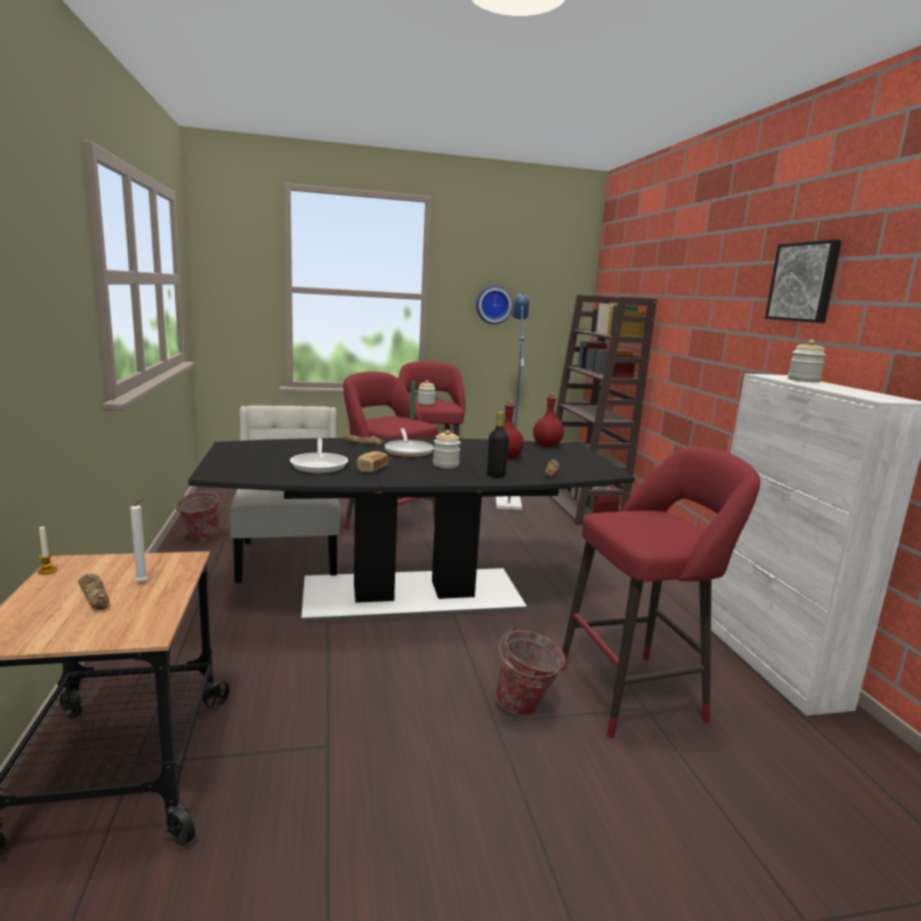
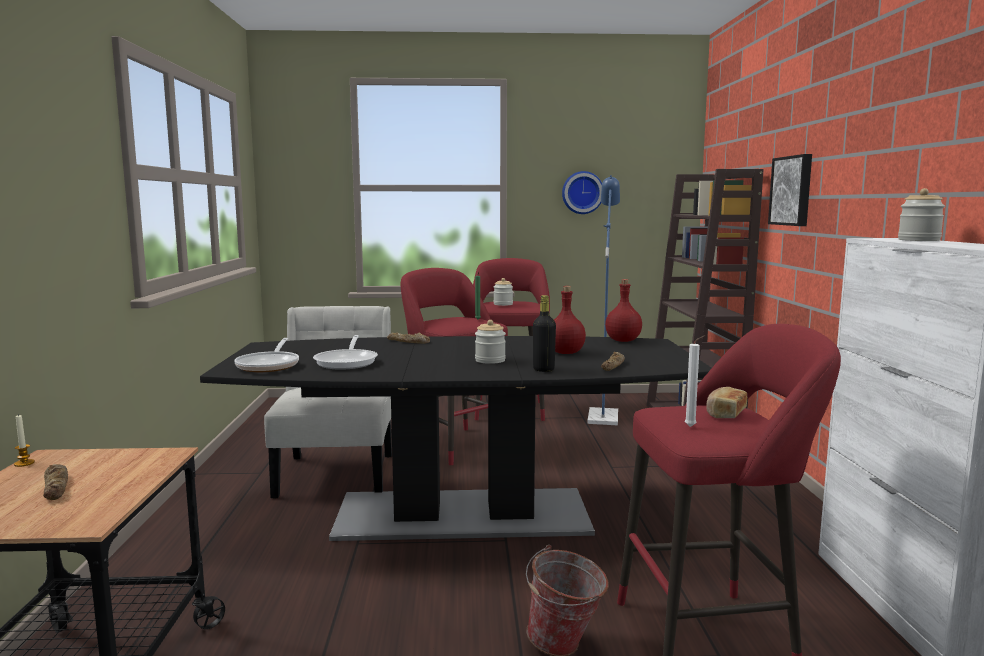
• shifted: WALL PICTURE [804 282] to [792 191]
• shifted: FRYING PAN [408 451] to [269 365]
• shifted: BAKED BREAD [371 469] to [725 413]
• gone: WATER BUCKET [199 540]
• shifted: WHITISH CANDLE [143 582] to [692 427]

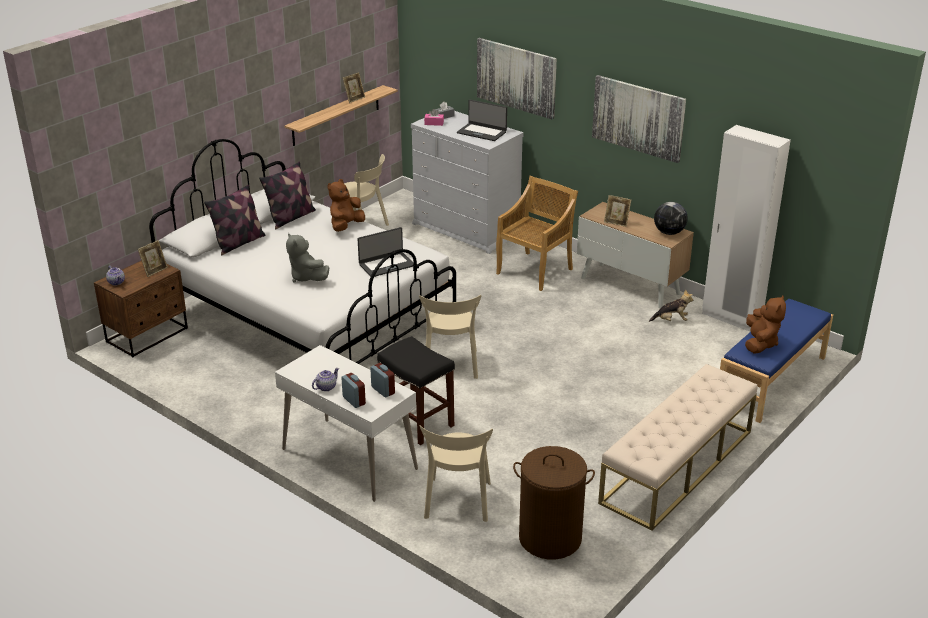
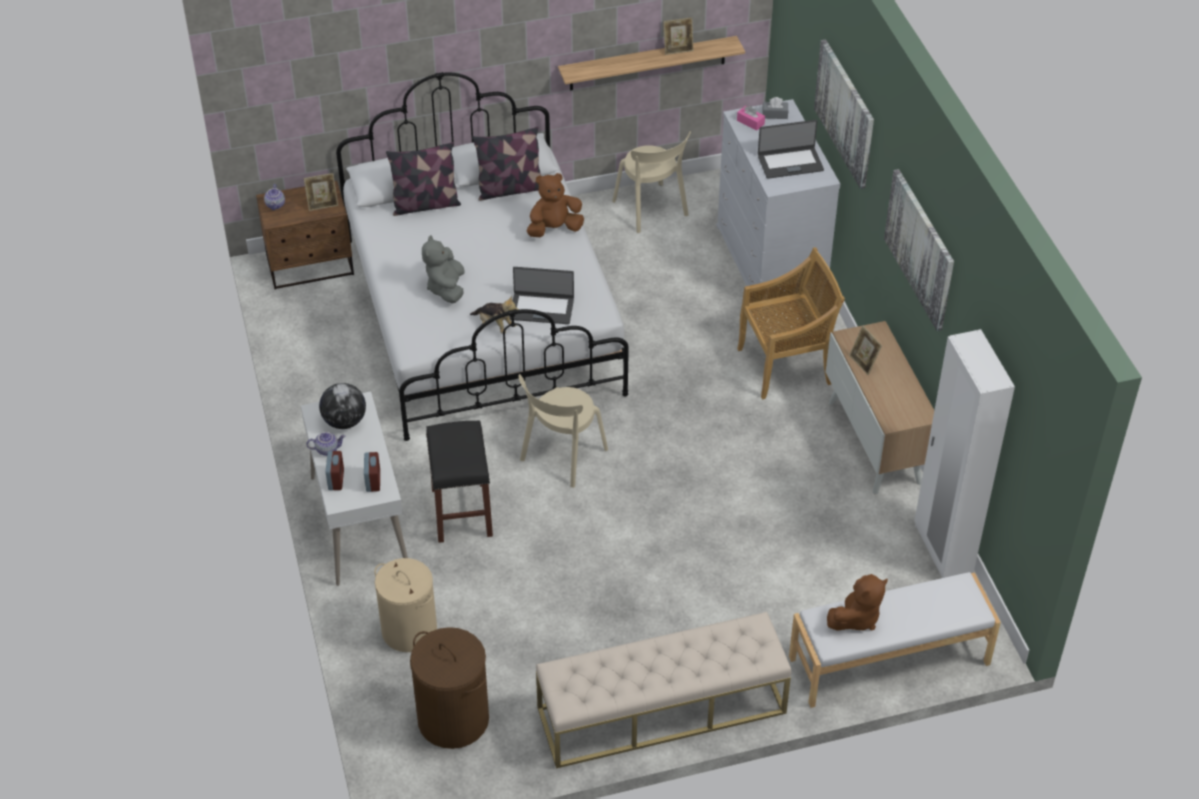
• rotated: PORTABLE COMPUTER [482 132] = [790 163] 75 degrees counterclockwise
• shifted: WORLD GLOBE [669 233] to [344 421]
• shifted: CUDDLY TOY [671 320] to [495 325]
• repainted: BLUISH INDOOR BENCH [772 381] to WHITISH INDOOR BENCH [889 661]
• swapped: SAND-COLOURED UPRIGHT CHAIR [457 503] to SAND-COLOURED HAMPER [409 630]

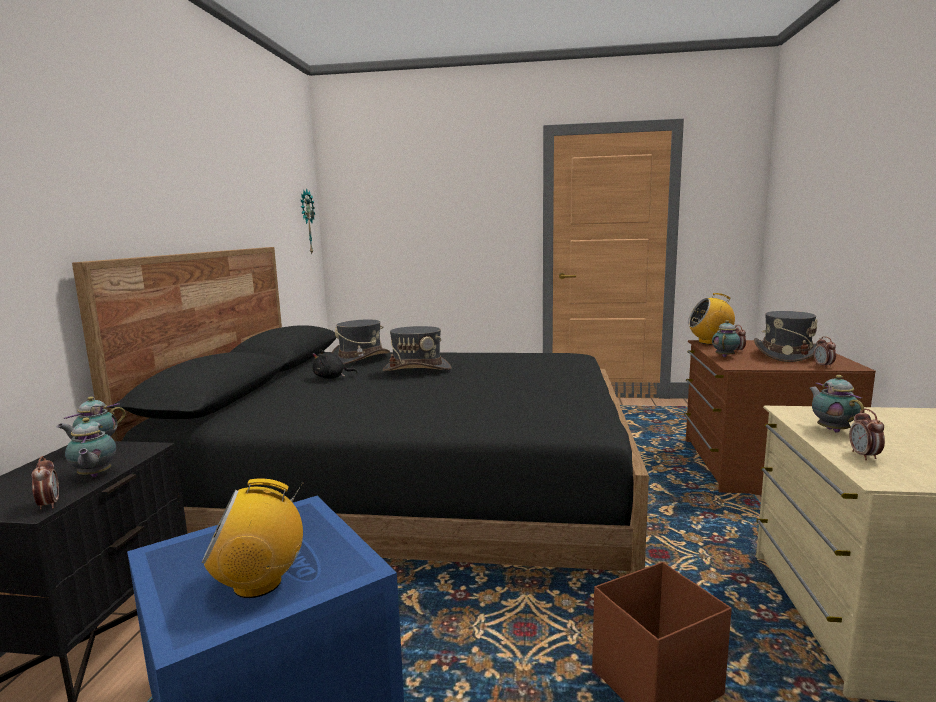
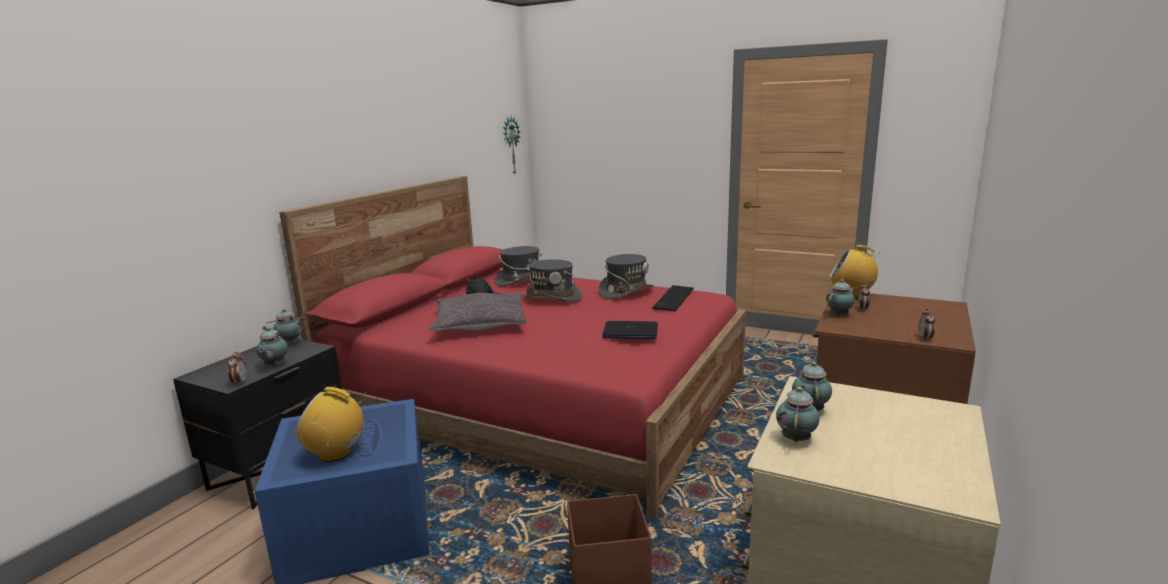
• repainted: BLACK BED [410 490] to RED-COLOURED BED [539 400]
• shifted: GREYISH HAT [786 354] to [626 292]
• swapped: TABLE CLOCK [864 456] to TEAPOT [796 438]
• new: COMPUTER KEYBOARD [672 298]
• new: GREYISH PILLOW [480 324]
• new: PORTABLE COMPUTER [630 332]

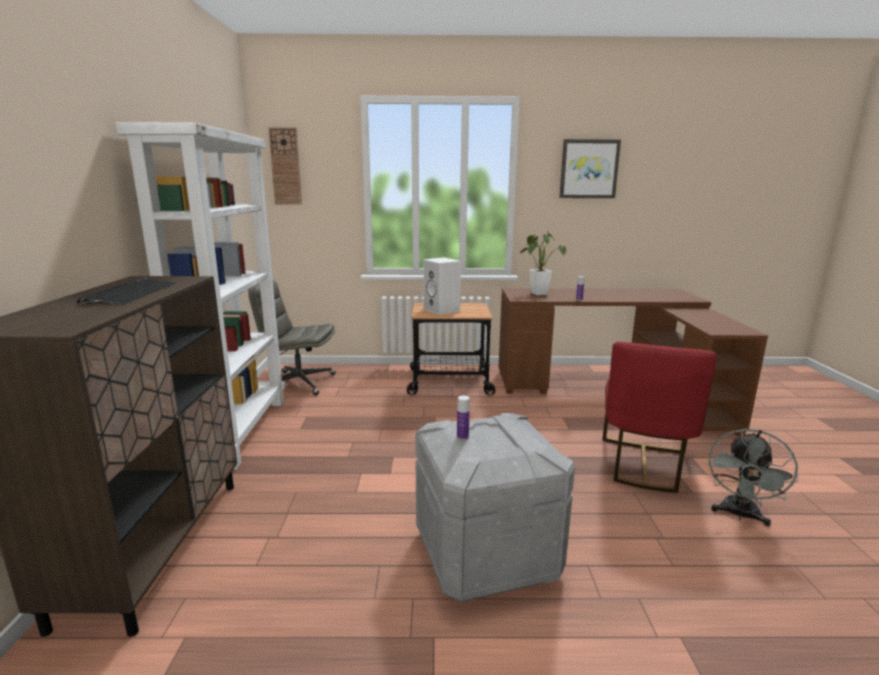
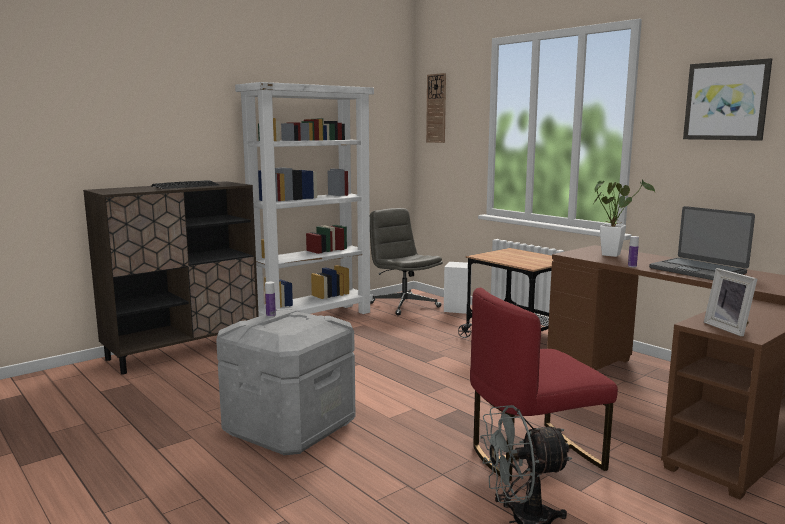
• shifted: WHITISH LOUDSPEAKER [442 310] to [457 309]
• new: PORTABLE COMPUTER [698 270]
• new: PICTURE FRAME [729 328]

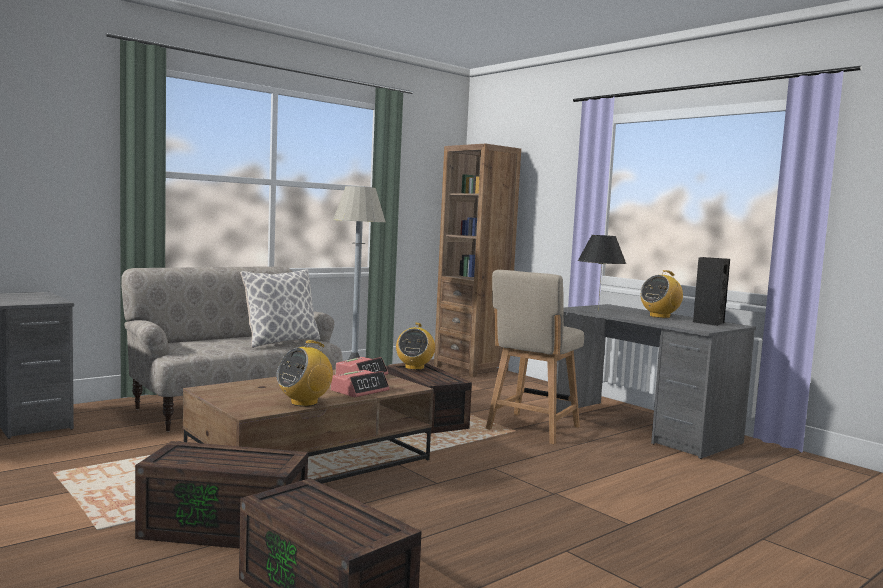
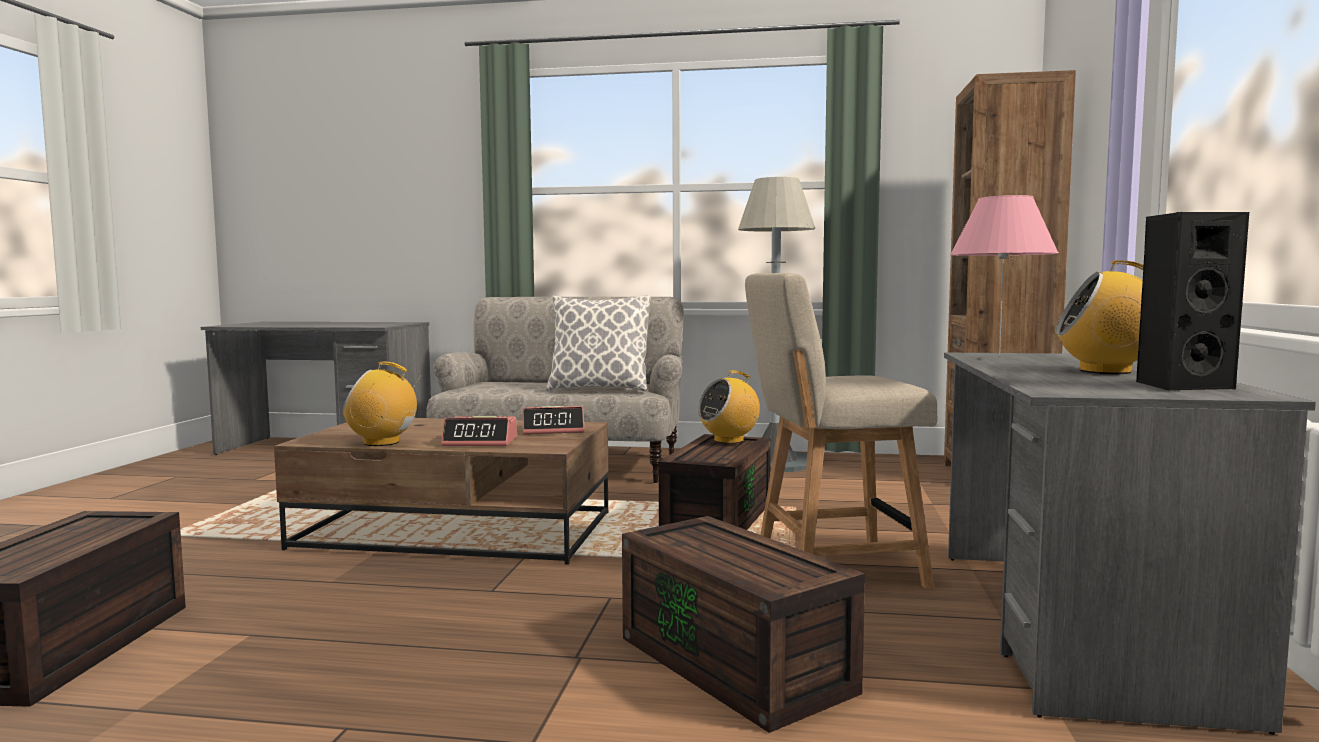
• repainted: BLACK TABLETOP LAMP [598 311] to PINK TABLETOP LAMP [999 359]
• shifted: BROWN STORAGE BIN [227 528] to [739 664]

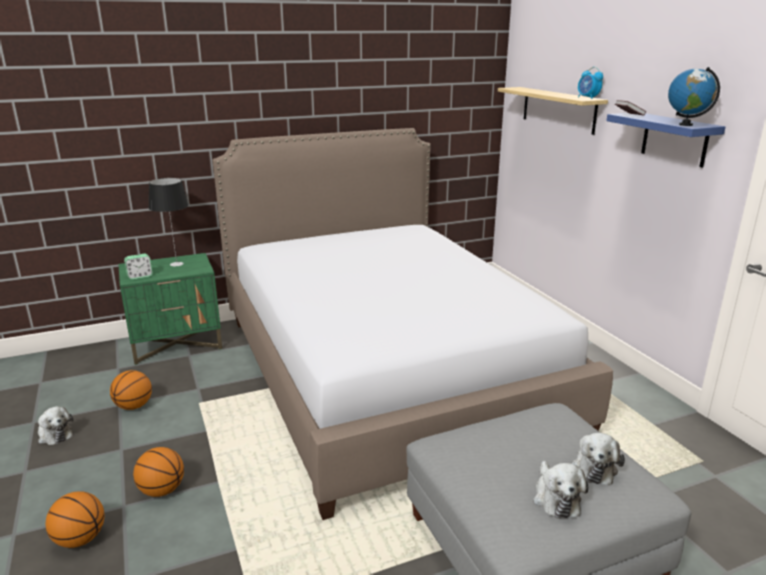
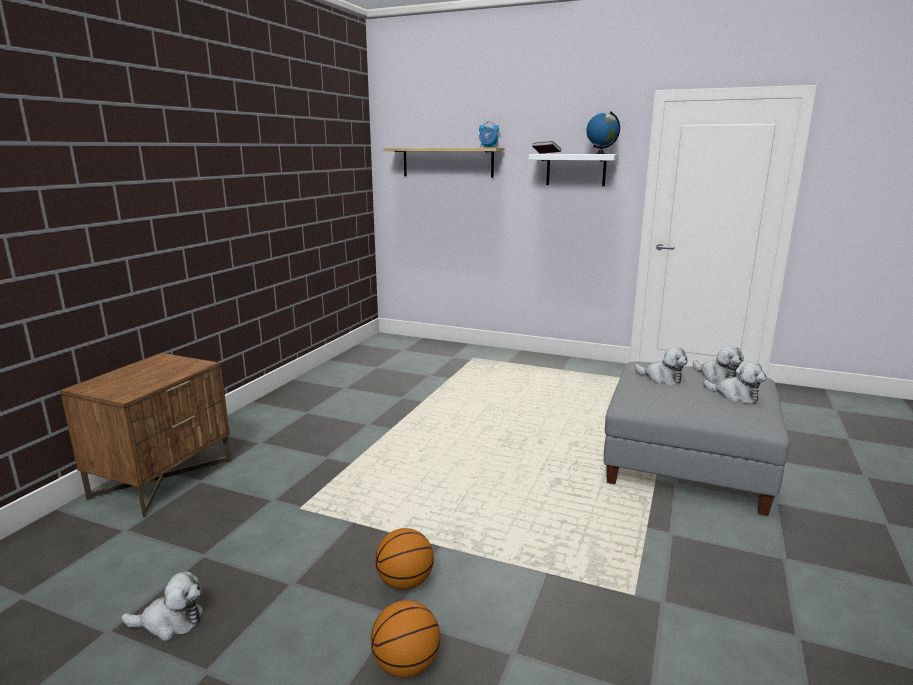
• repainted: BLUISH BRACKET SHELF [674 139] to WHITISH BRACKET SHELF [576 169]
• gone: BED [386 372]
• gone: TABLETOP LAMP [176 264]
• repainted: GREEN-COLOURED BEDSIDE TABLE [177 344] to BROWN BEDSIDE TABLE [163 479]
• gone: TABLE CLOCK [140 276]
• gone: BASKETBALL [133 406]
• new: CUDDLY TOY [662 378]

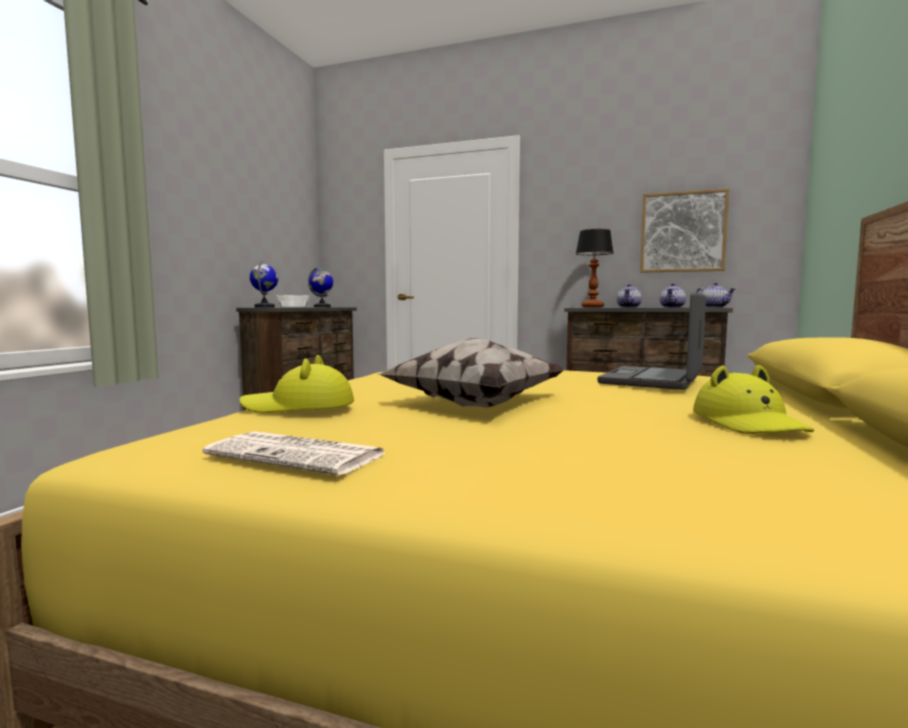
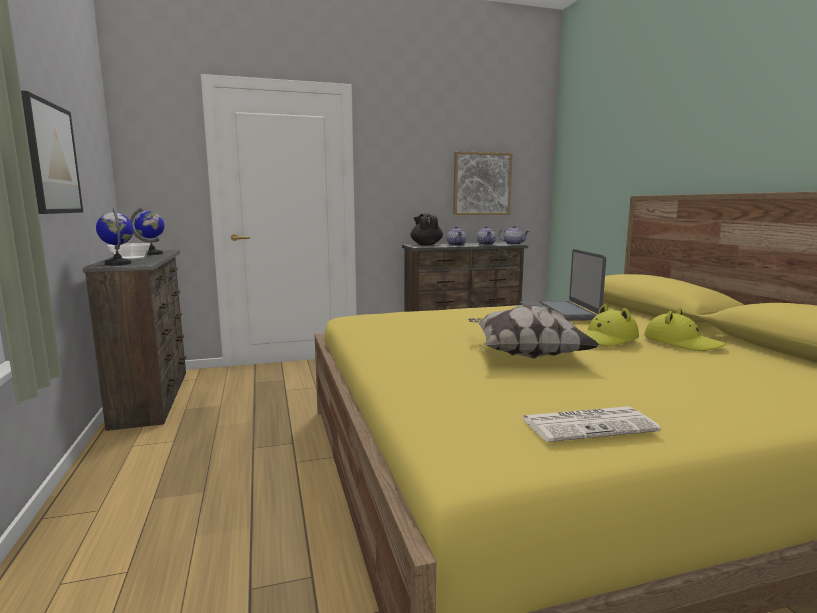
• swapped: TABLETOP LAMP [593 307] to BLACK TEAPOT [426 245]
• shifted: YELLOW HAT [298 407] to [606 339]
• new: WALL PICTURE [52 158]

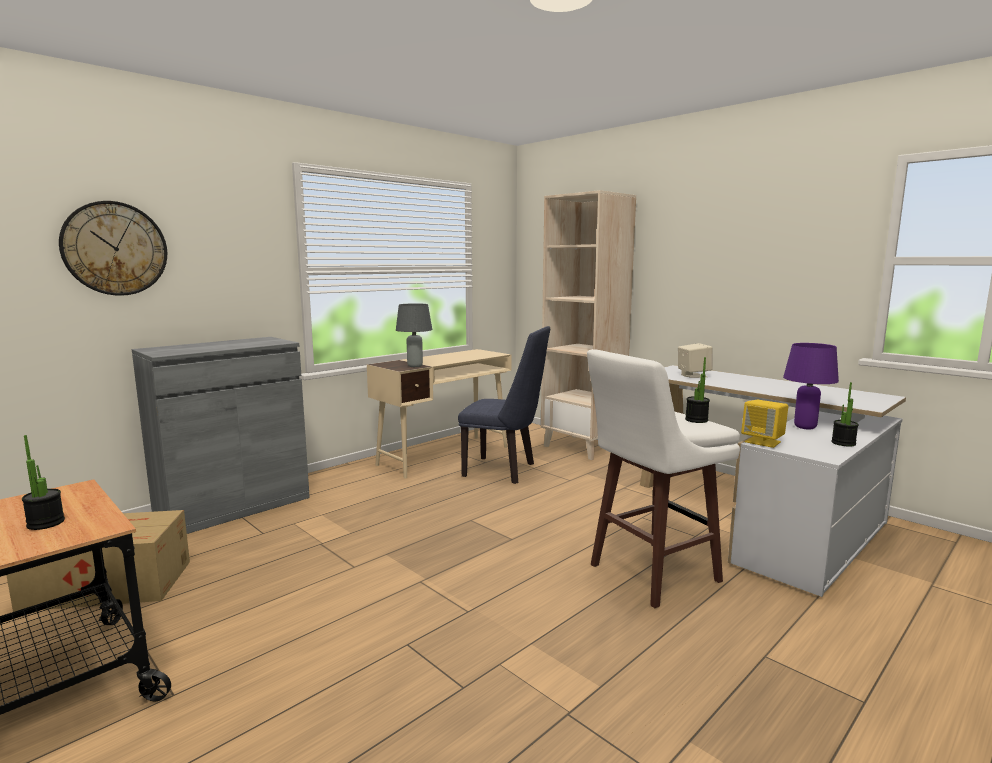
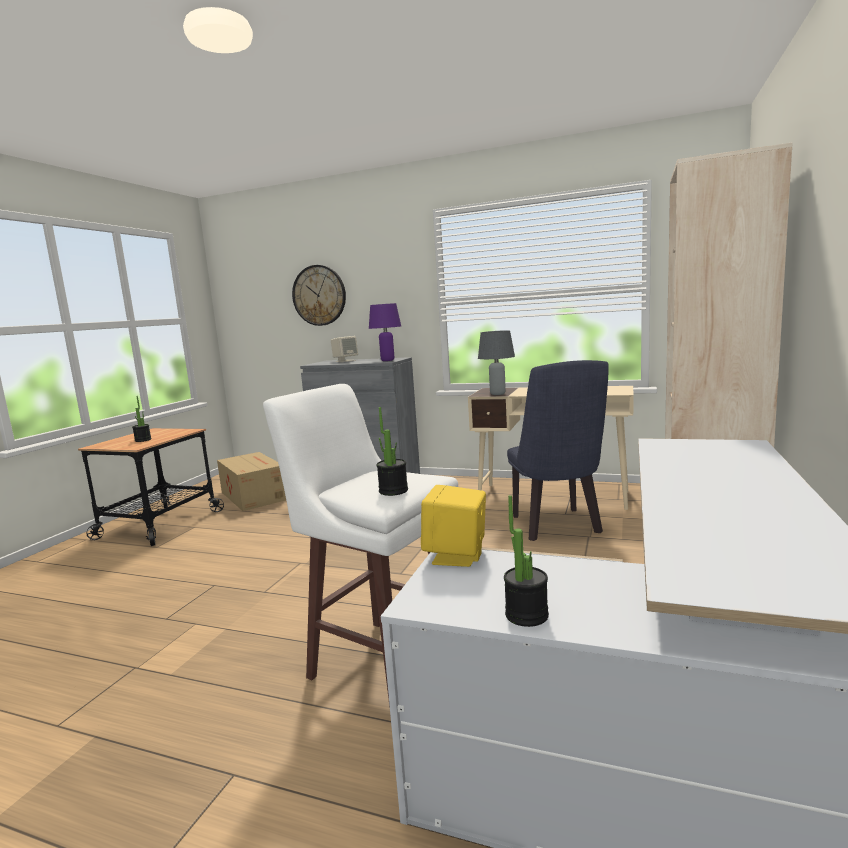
• shifted: SAND-COLOURED LOUDSPEAKER [693 375] to [345 361]
• shifted: PURPLE TABLETOP LAMP [805 427] to [388 360]

